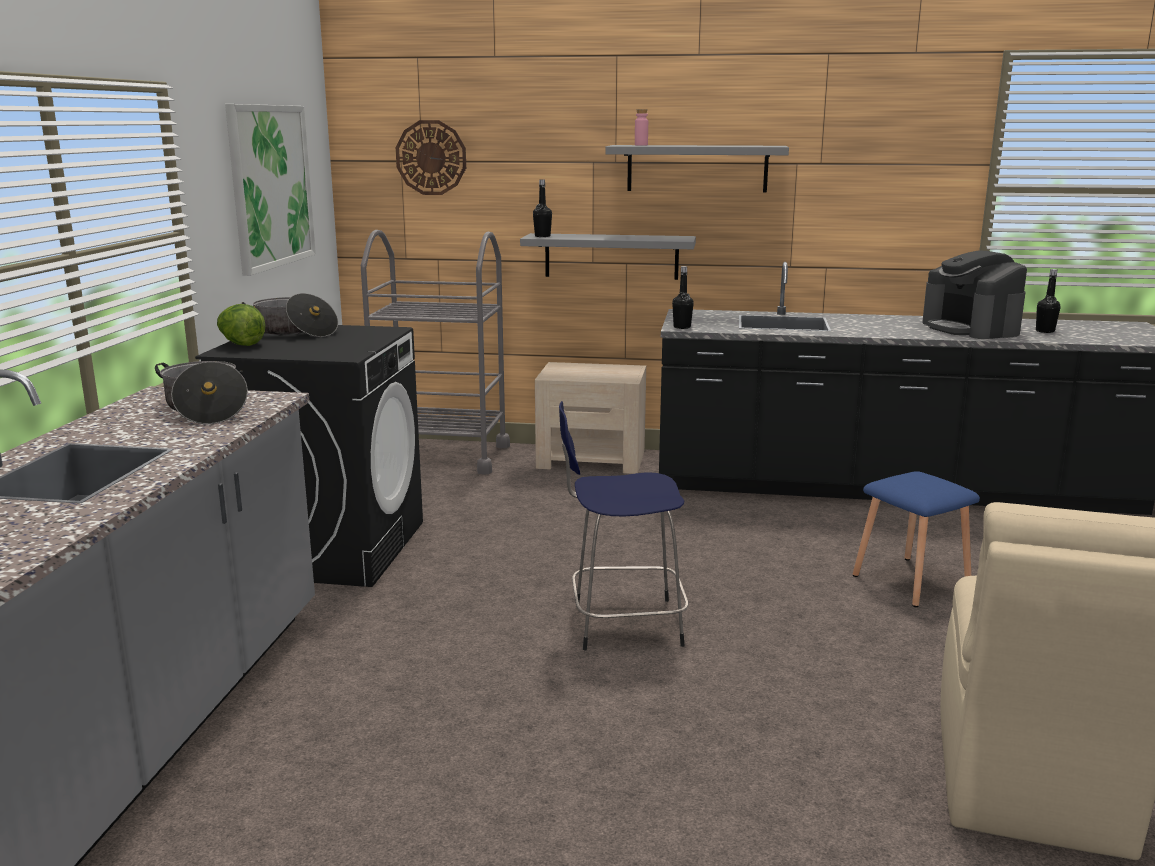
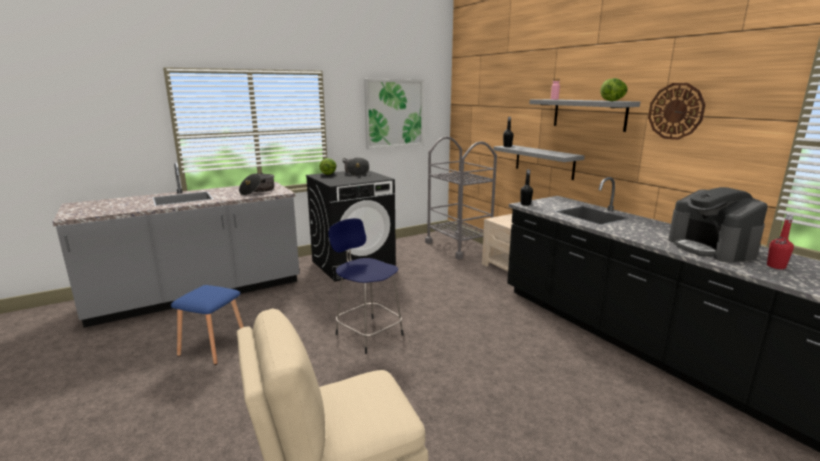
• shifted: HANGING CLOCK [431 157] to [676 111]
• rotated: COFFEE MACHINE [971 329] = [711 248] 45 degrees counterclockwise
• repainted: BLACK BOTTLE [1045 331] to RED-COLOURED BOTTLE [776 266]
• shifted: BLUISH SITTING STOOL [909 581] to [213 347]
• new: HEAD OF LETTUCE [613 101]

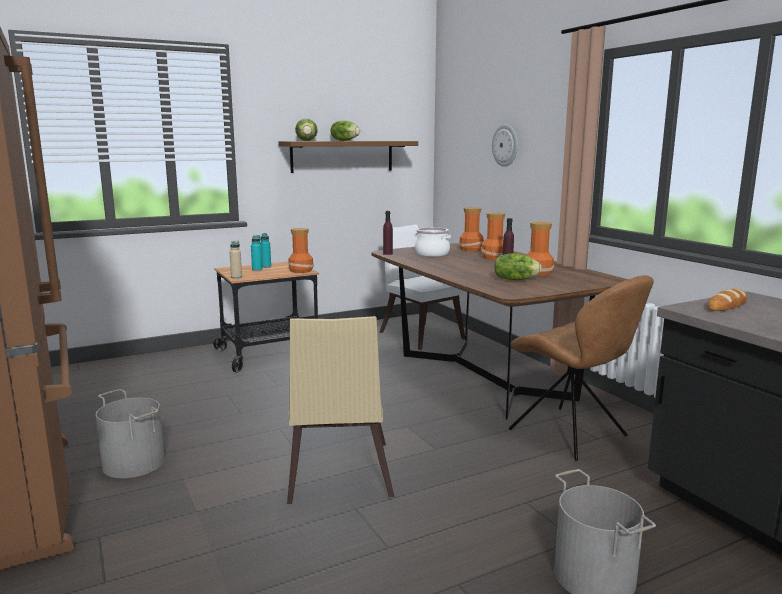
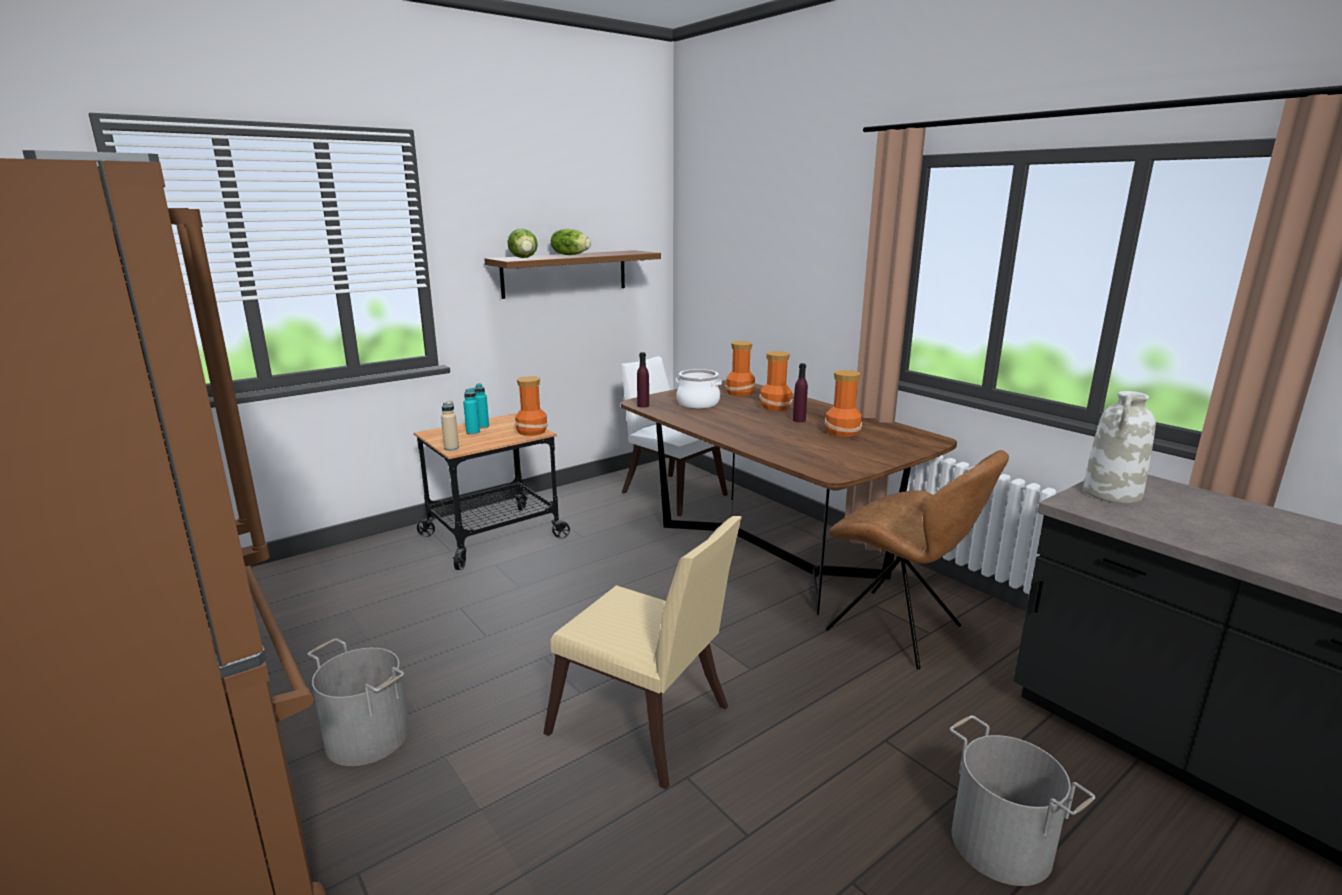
• gone: HANGING CLOCK [505 145]
• gone: HEAD OF LETTUCE [515 280]
• swapped: BAKED BREAD [727 305] to WHITISH FLOWER VASE [1112 494]
• rotated: SAND-COLOURED UPRIGHT CHAIR [338 476] = [647 727] 45 degrees counterclockwise

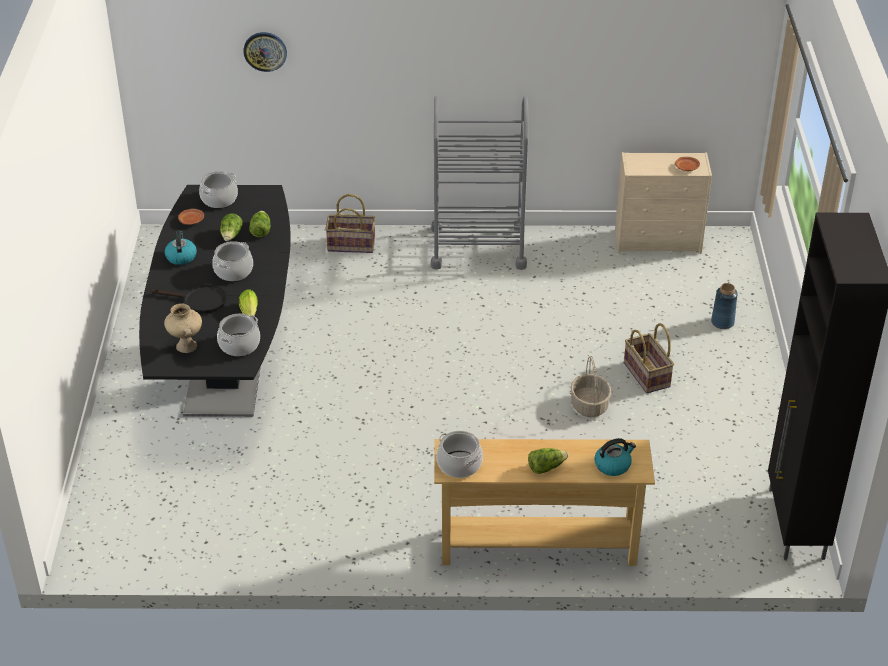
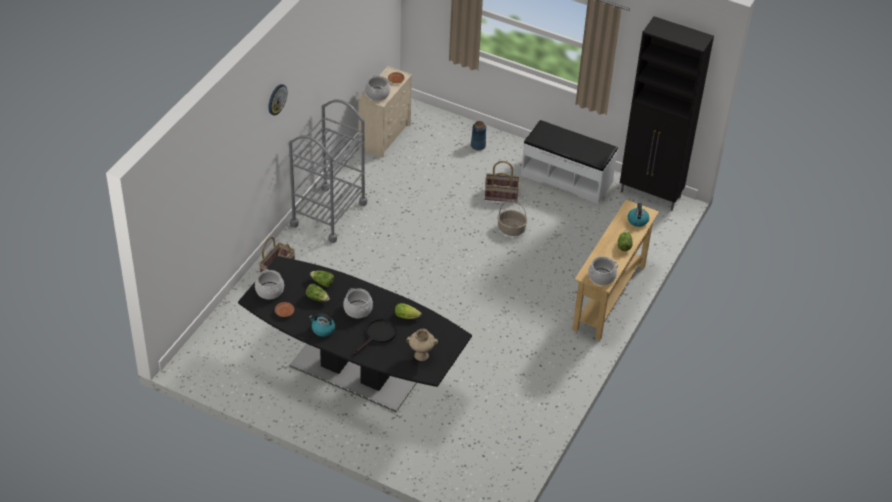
• shifted: HANGING CLOCK [265 51] to [276 99]
• shifted: SAUCEPOT [239 345] to [377 94]
• new: WHITISH INDOOR BENCH [567 178]

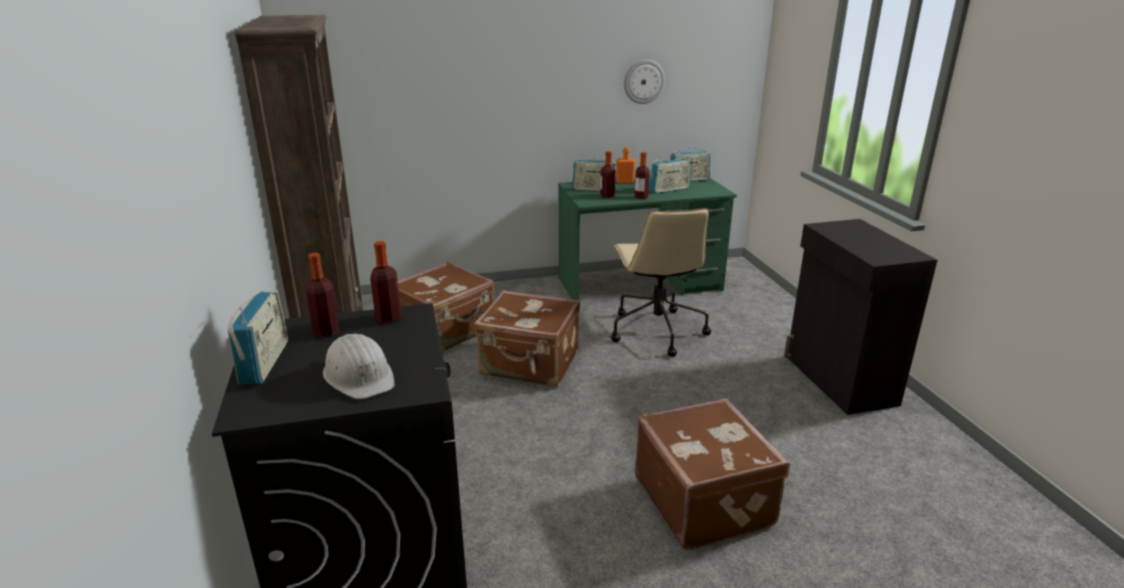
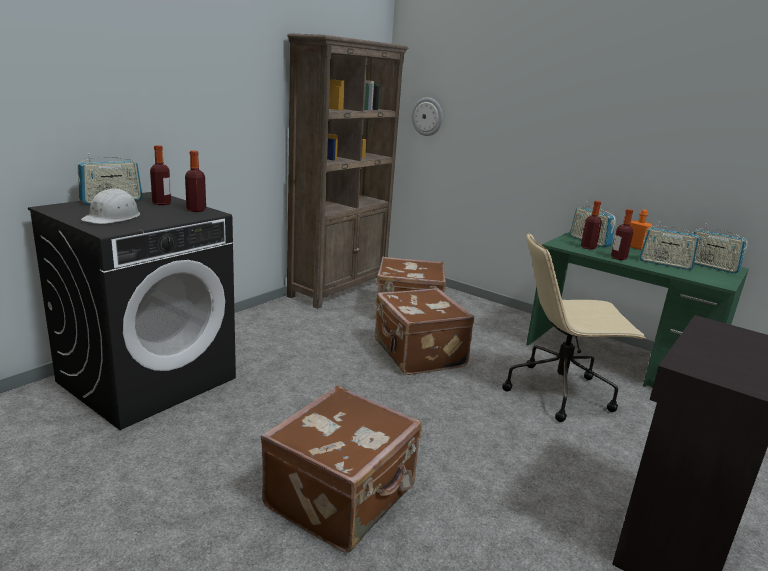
• shifted: HANGING CLOCK [643 81] to [427 116]
• rotated: SAND-COLOURED OFFICE CHAIR [656 330] = [560 392] 45 degrees clockwise

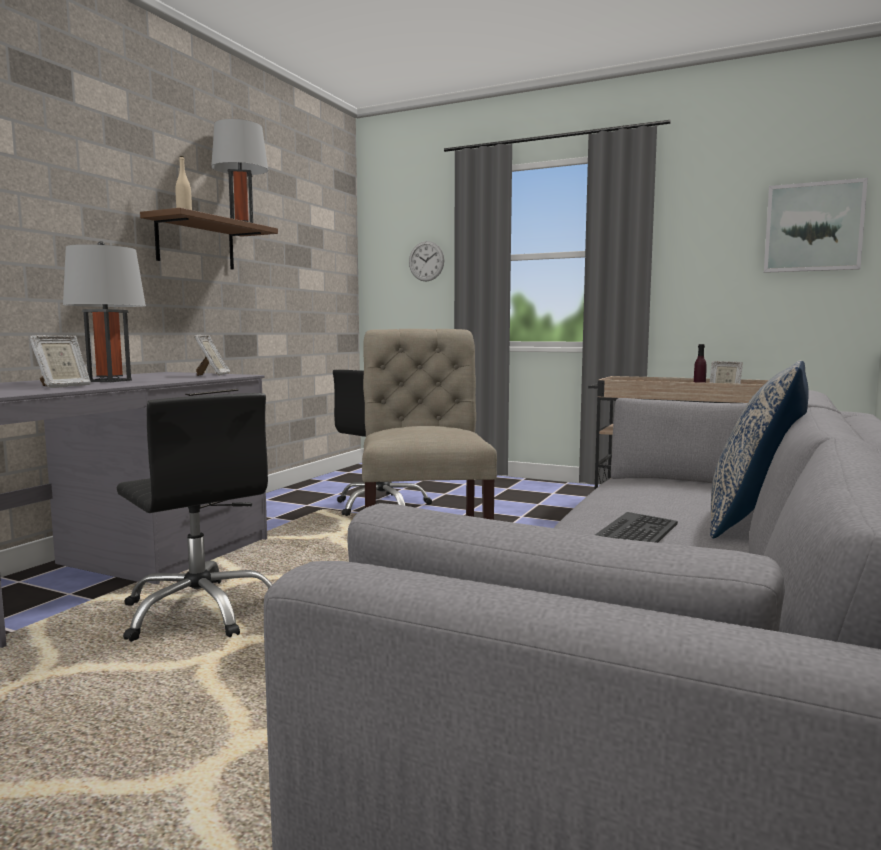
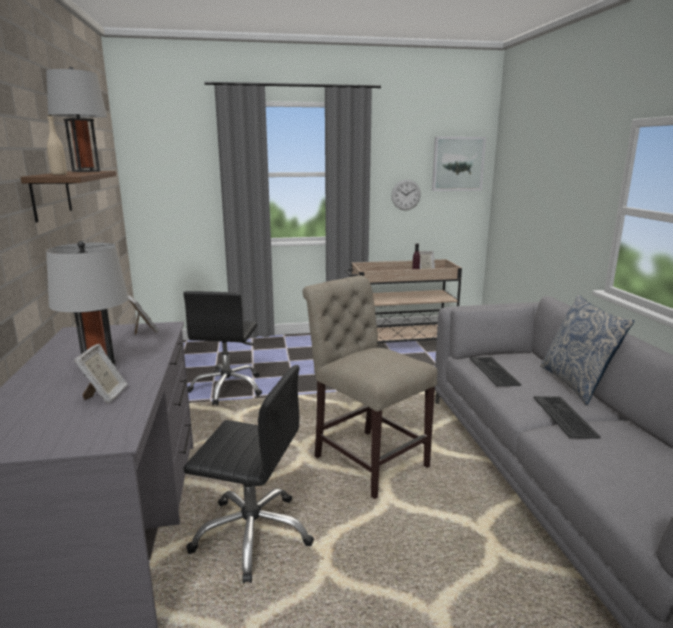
• shifted: HANGING CLOCK [426 261] to [406 195]
• new: COMPUTER KEYBOARD [494 371]

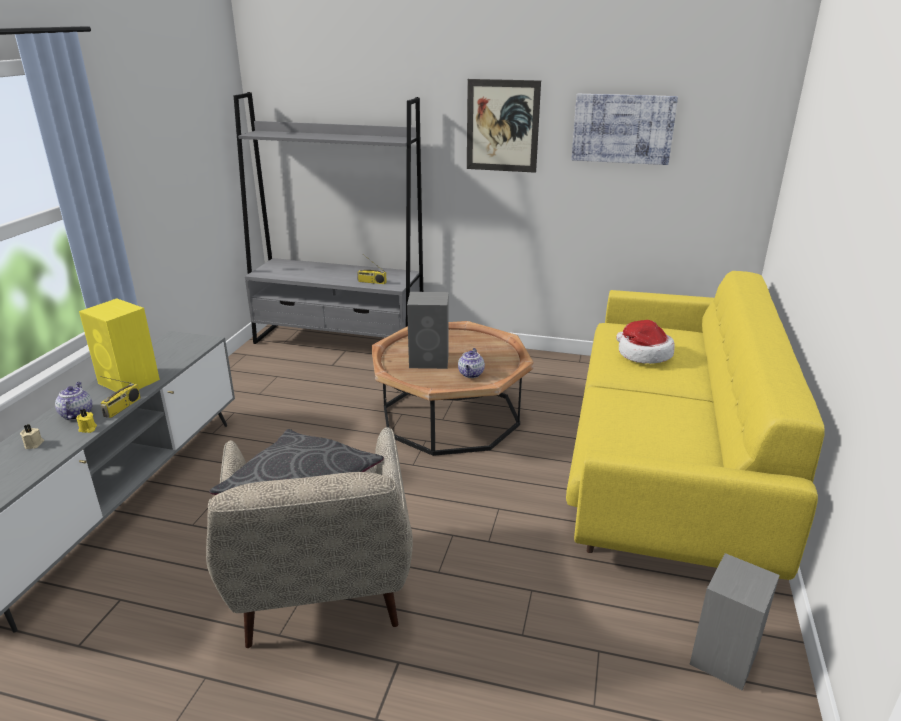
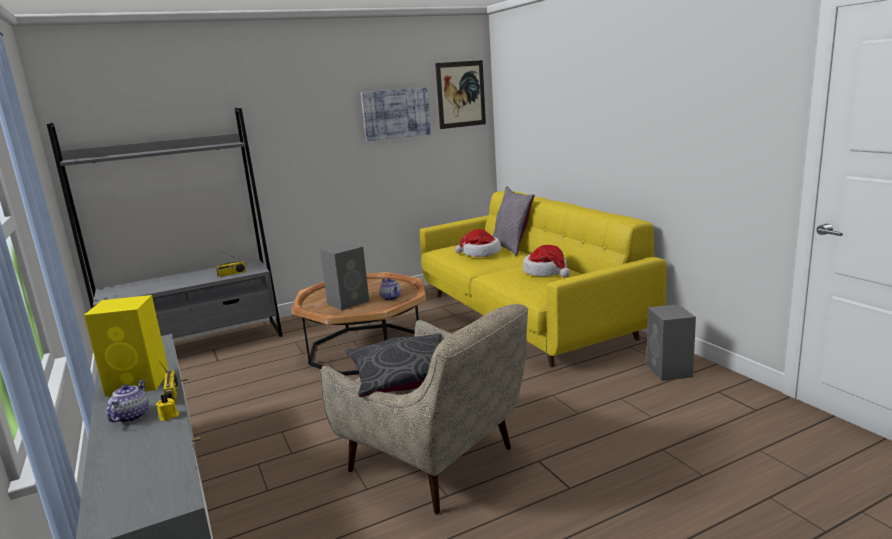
• shifted: WALL PICTURE [502 126] to [461 94]
• rotated: TEAPOT [76 414] = [131 416] 60 degrees clockwise
• gone: SAND-COLOURED CANDLE [34 444]
• new: GREYISH PILLOW [512 247]
• new: HAT [546 272]

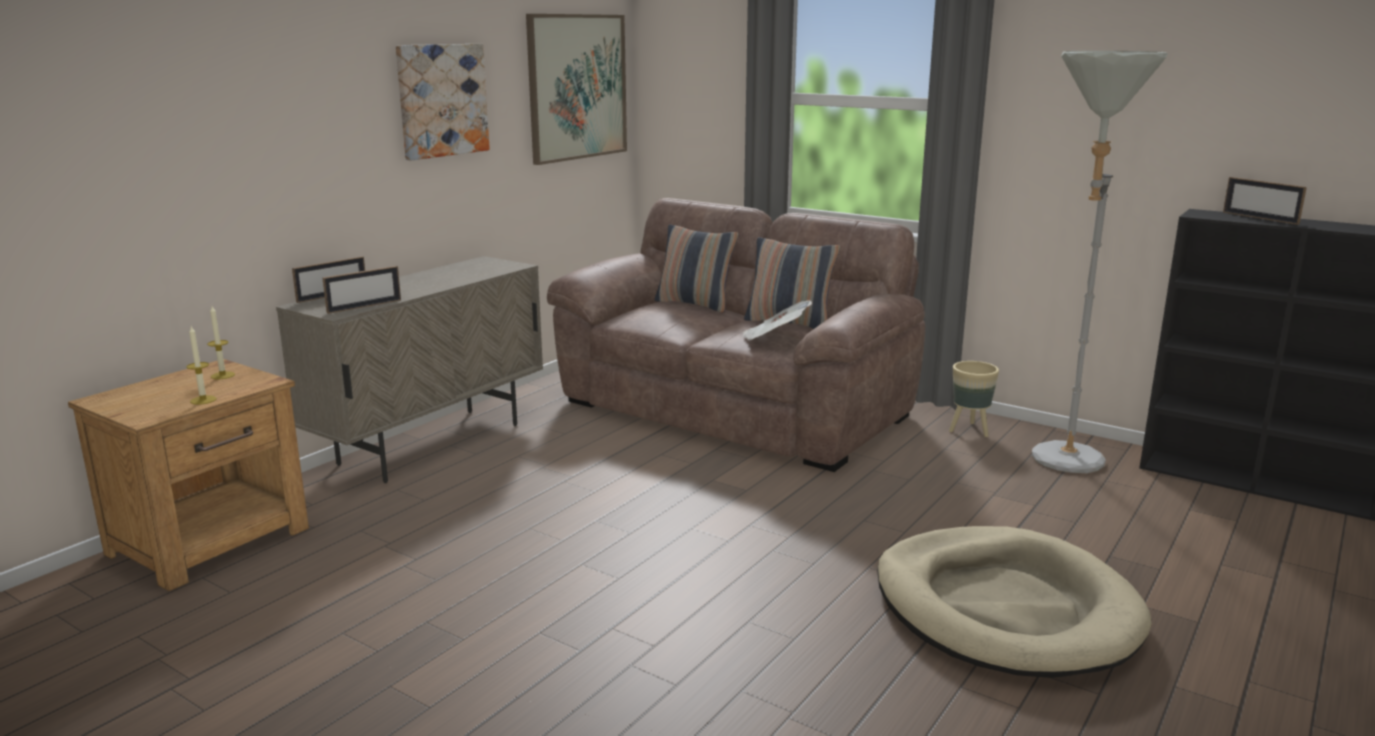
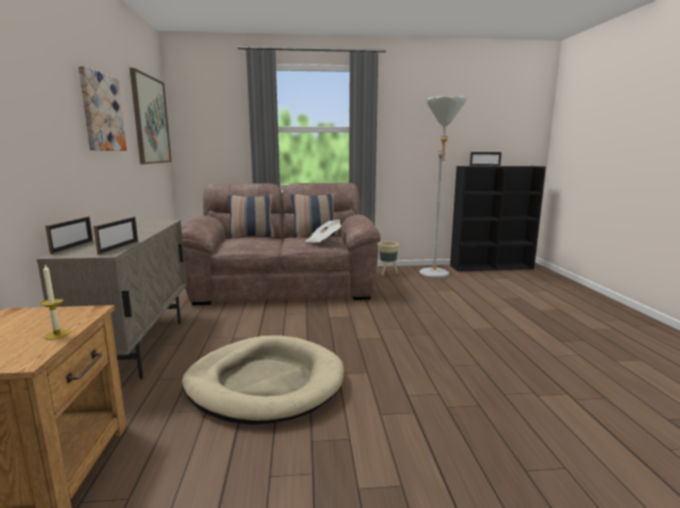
• gone: CANDLE [223 375]
• shifted: SAND-COLOURED PET BED [1004 608] to [265 383]

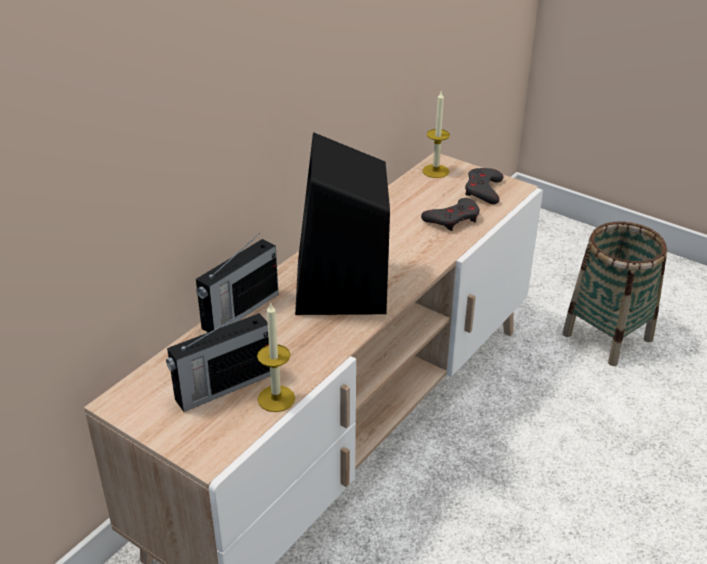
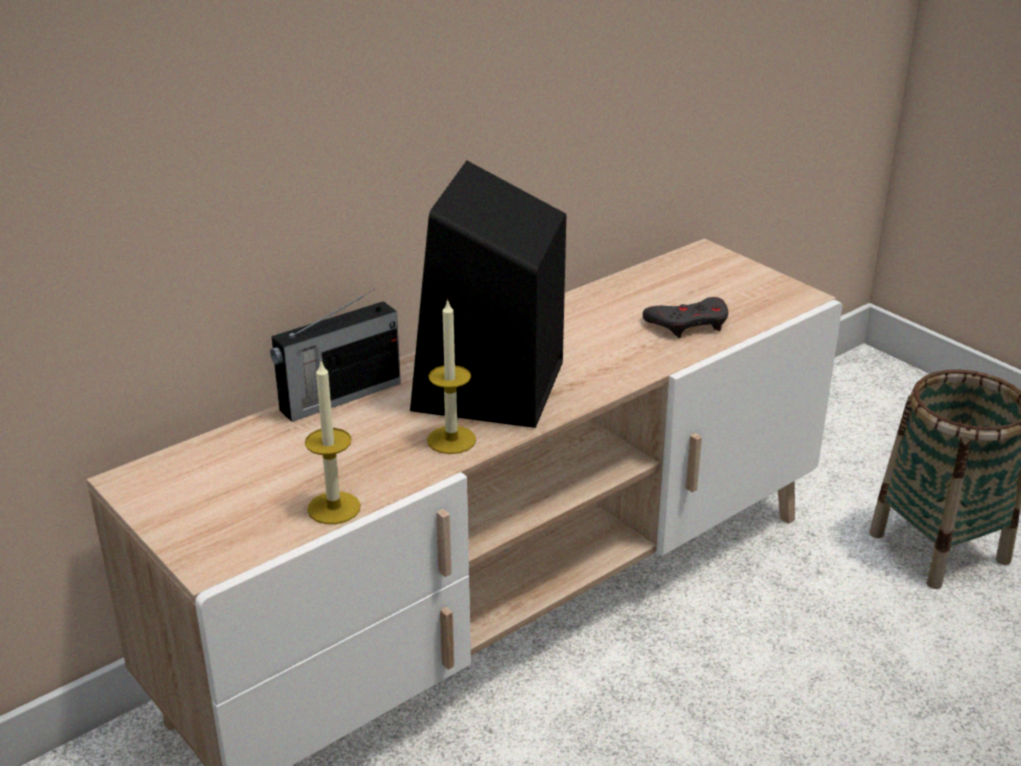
• shifted: CANDLE [435 171] to [451 440]
• gone: GREYISH JOYPAD [483 190]
• gone: RADIO SET [222 387]

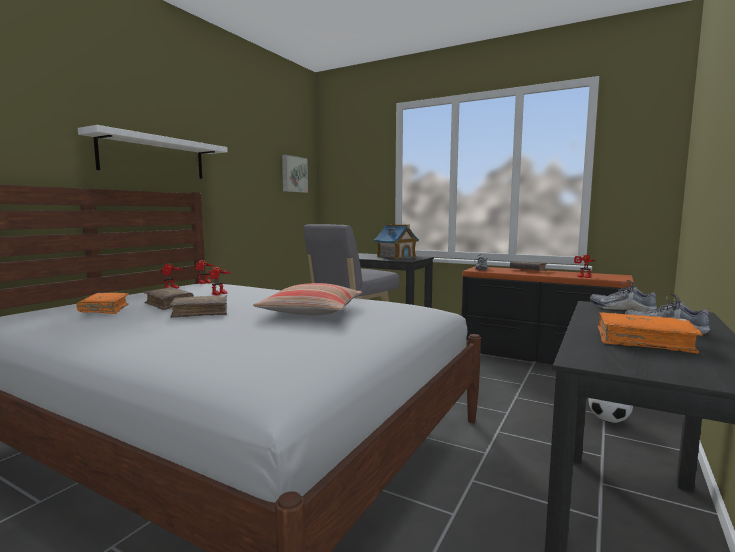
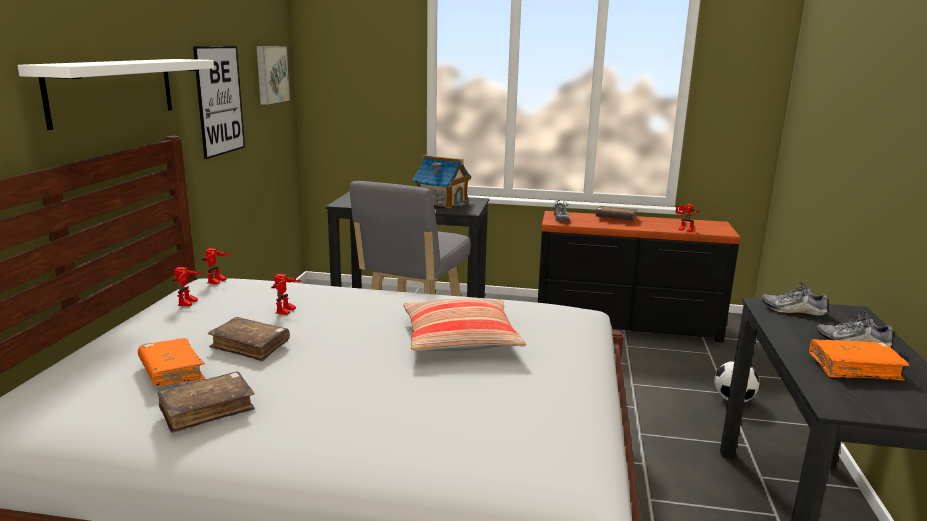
• shifted: BROWN BOUND BOOK [200 313] to [207 410]
• new: WALL PICTURE [220 100]

